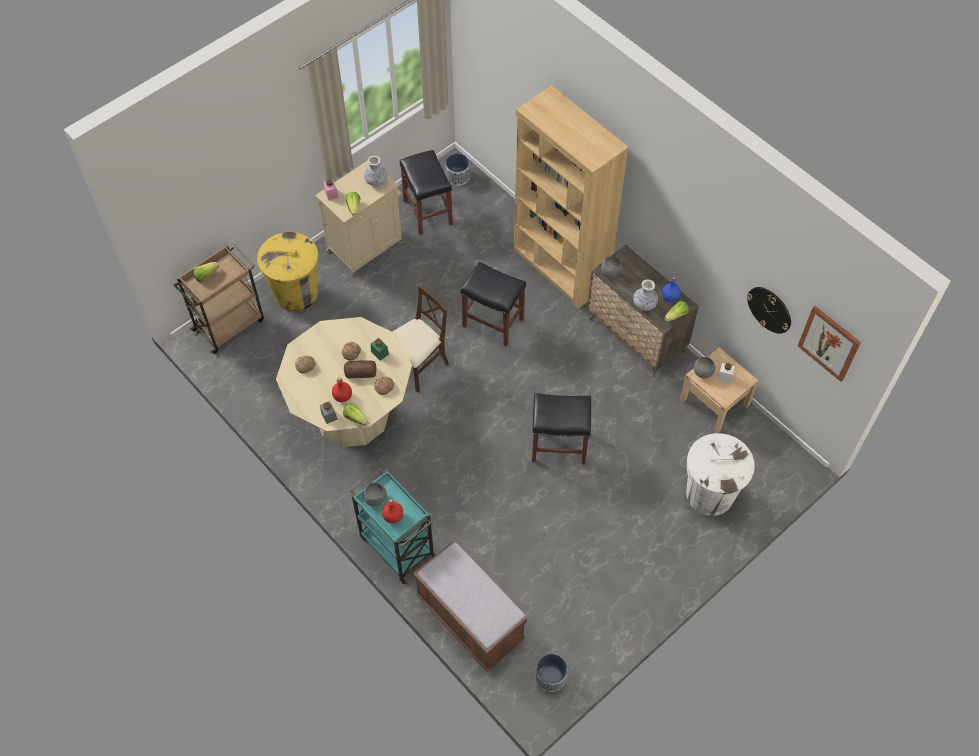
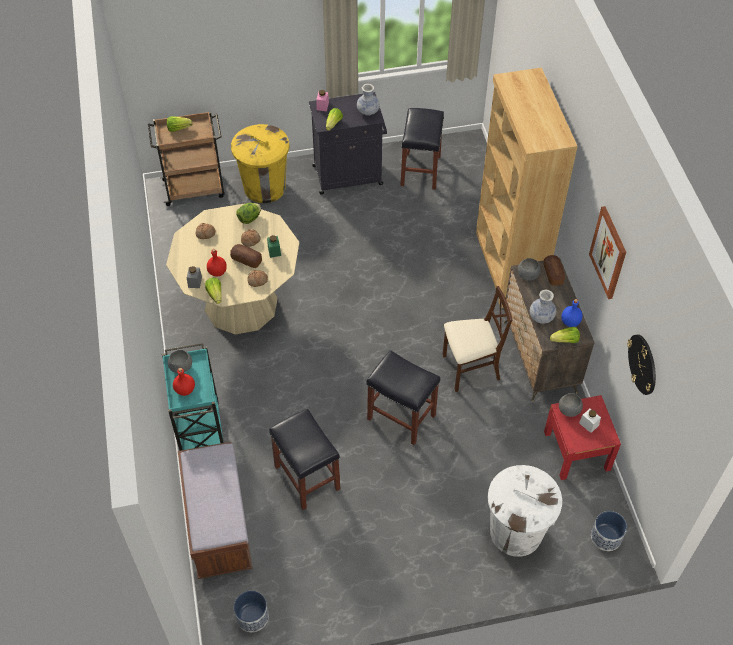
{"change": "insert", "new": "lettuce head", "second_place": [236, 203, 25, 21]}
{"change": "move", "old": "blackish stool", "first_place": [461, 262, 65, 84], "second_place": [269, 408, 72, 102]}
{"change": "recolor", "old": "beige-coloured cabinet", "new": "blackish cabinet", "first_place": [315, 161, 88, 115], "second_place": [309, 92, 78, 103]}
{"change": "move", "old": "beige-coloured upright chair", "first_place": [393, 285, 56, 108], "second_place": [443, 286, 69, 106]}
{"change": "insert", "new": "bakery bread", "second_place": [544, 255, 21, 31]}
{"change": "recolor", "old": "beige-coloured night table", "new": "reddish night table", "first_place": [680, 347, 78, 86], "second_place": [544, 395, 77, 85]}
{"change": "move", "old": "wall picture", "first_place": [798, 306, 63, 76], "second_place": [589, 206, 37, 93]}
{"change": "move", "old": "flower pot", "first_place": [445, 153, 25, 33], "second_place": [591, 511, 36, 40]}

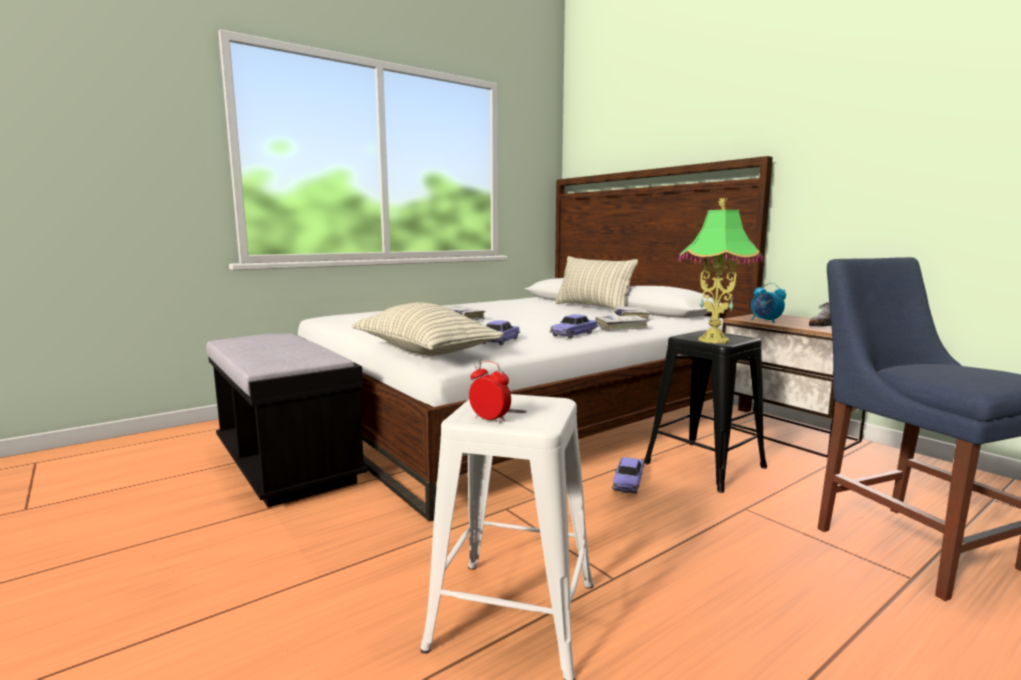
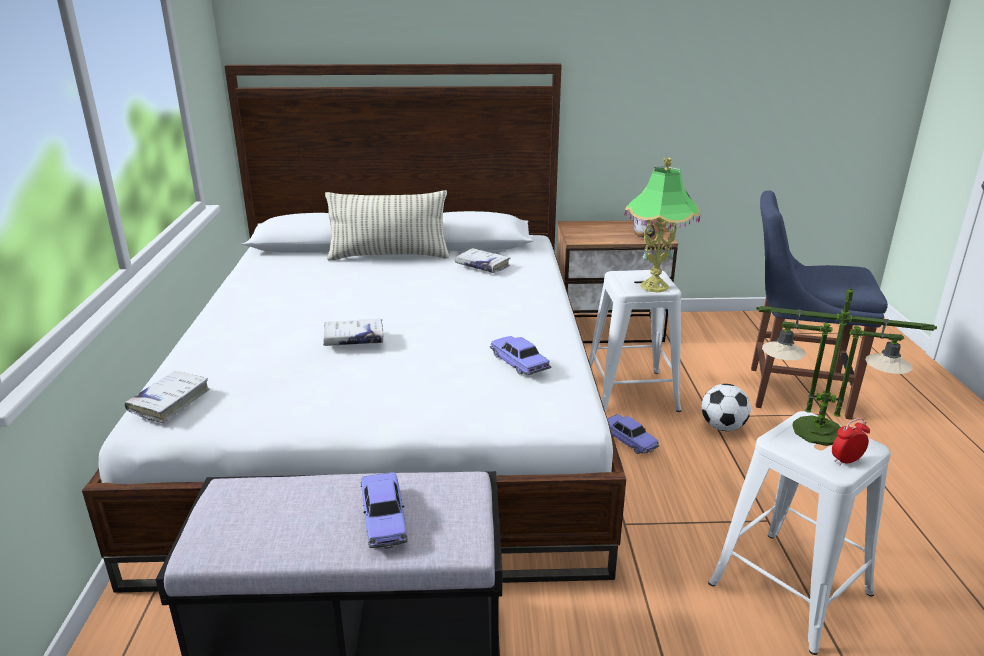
{"change": "move", "old": "whitish bound book", "first_place": [595, 315, 53, 16], "second_place": [125, 371, 85, 52]}
{"change": "move", "old": "toy car", "first_place": [549, 314, 50, 24], "second_place": [361, 472, 47, 77]}
{"change": "recolor", "old": "blackish stool", "new": "whitish stool", "first_place": [644, 331, 123, 162], "second_place": [589, 270, 92, 143]}
{"change": "insert", "new": "ball for football", "second_place": [701, 384, 50, 47]}
{"change": "insert", "new": "table lamp", "second_place": [756, 288, 181, 158]}
{"change": "delete", "old": "throw pillow", "first_place": [352, 302, 151, 54]}
{"change": "delete", "old": "bedside clock", "first_place": [751, 283, 35, 40]}

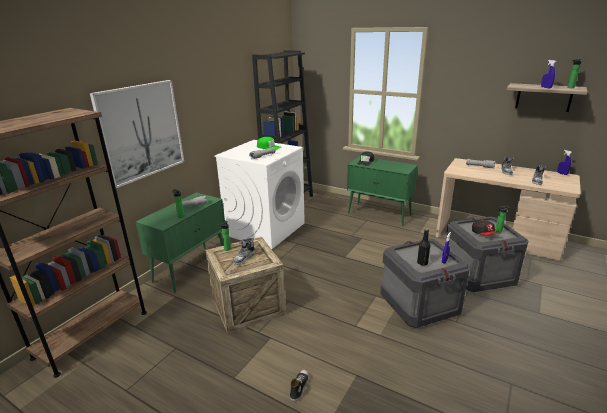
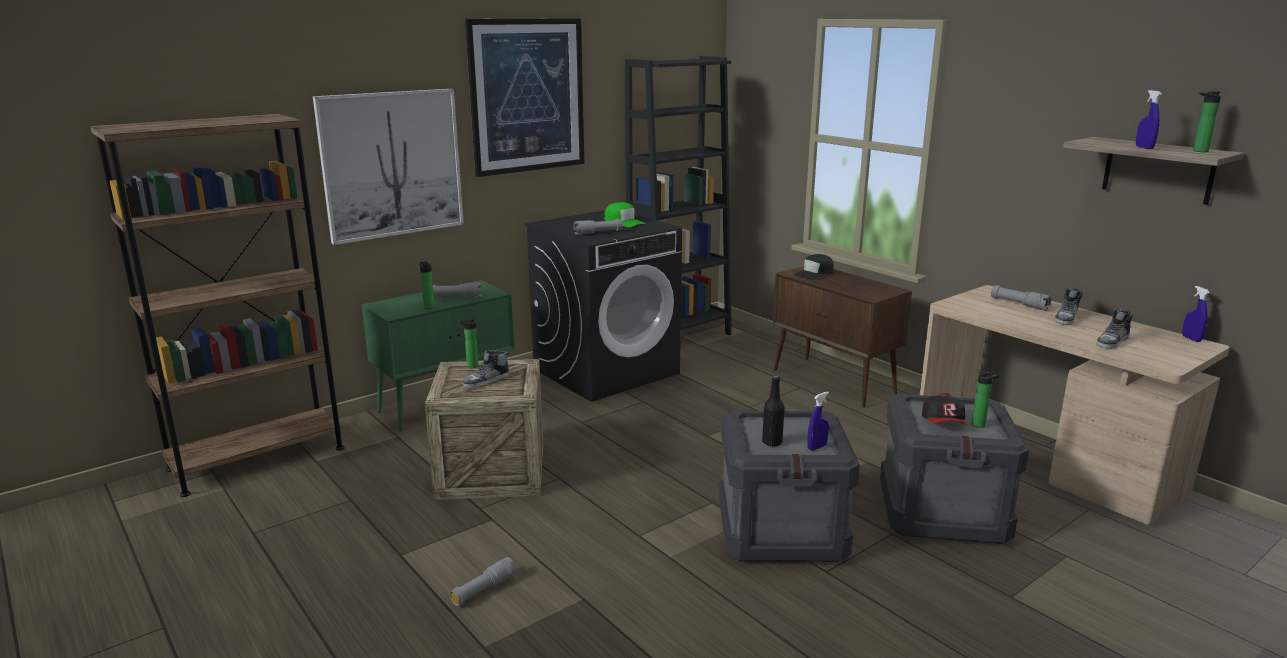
{"change": "replace", "old": "shoe", "new": "grey torch", "first_place": [290, 370, 19, 31], "second_place": [450, 557, 66, 49]}
{"change": "insert", "new": "wall picture", "second_place": [465, 18, 119, 159]}
{"change": "recolor", "old": "whitish washing machine", "new": "blackish washing machine", "first_place": [214, 140, 91, 109], "second_place": [525, 210, 157, 192]}
{"change": "recolor", "old": "green cabinet", "new": "brown cabinet", "first_place": [347, 156, 71, 70], "second_place": [773, 266, 139, 142]}

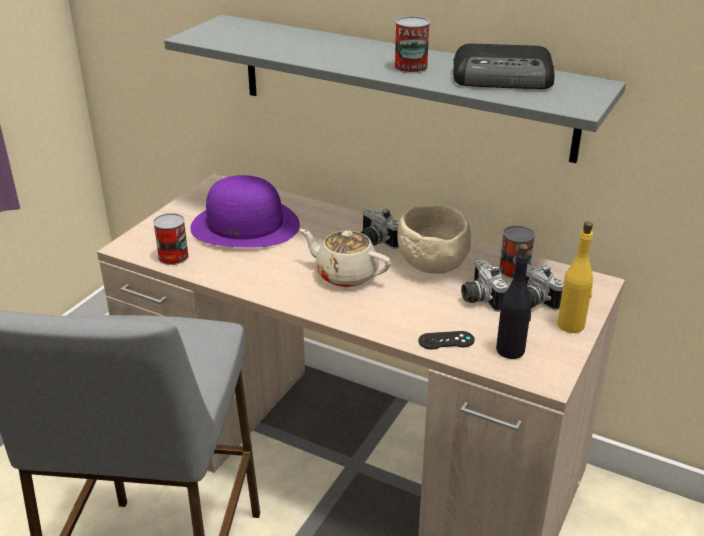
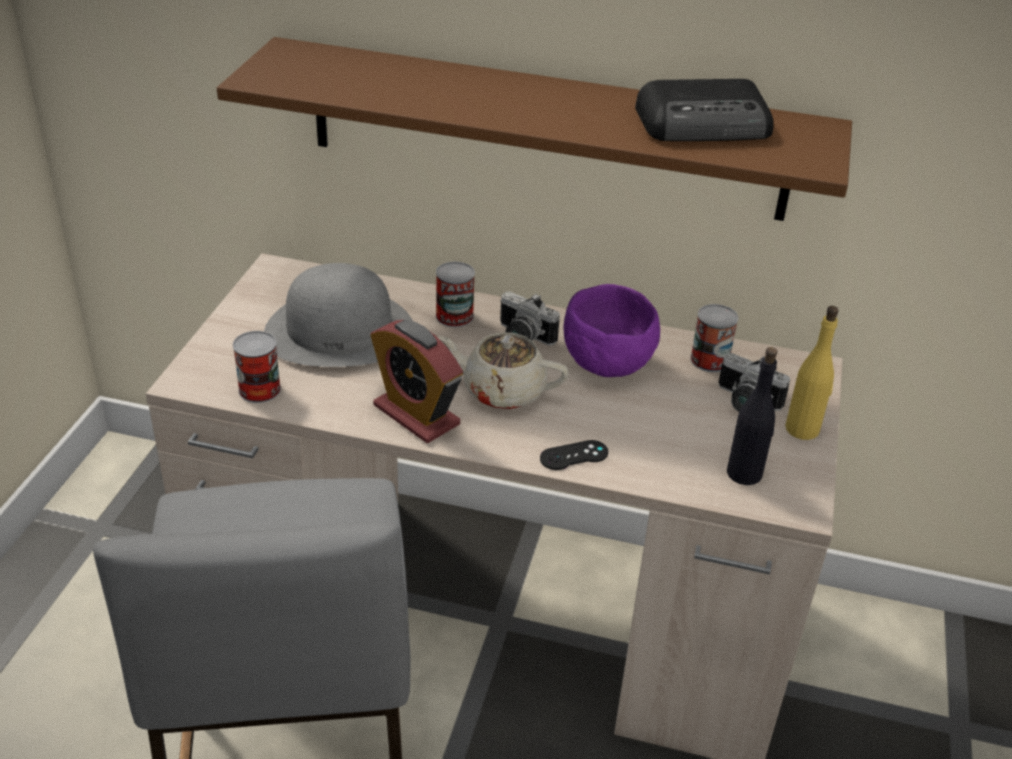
{"change": "recolor", "old": "grey shelf", "new": "brown shelf", "first_place": [164, 15, 462, 148], "second_place": [217, 37, 635, 184]}
{"change": "recolor", "old": "purple-coloured clothing hat", "new": "grey clothing hat", "first_place": [190, 175, 110, 73], "second_place": [264, 263, 149, 104]}
{"change": "insert", "new": "bedside clock", "second_place": [370, 320, 93, 123]}
{"change": "move", "old": "can", "first_place": [394, 16, 36, 57], "second_place": [436, 262, 39, 65]}
{"change": "move", "old": "blackish gamepad", "first_place": [418, 331, 57, 18], "second_place": [540, 440, 68, 30]}
{"change": "recolor", "old": "beige-coloured bowl", "new": "purple-coloured bowl", "first_place": [397, 204, 74, 70], "second_place": [563, 284, 97, 93]}
{"change": "delete", "old": "still camera", "first_place": [461, 259, 47, 53]}

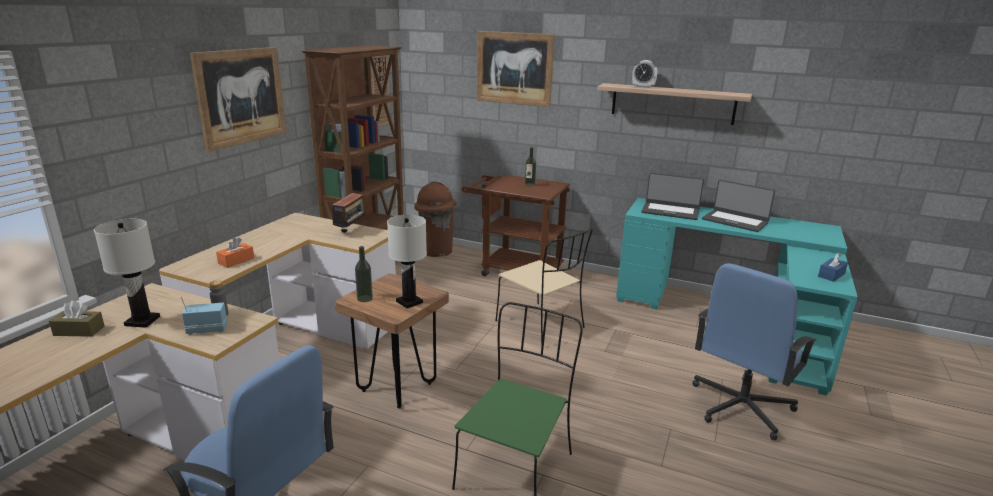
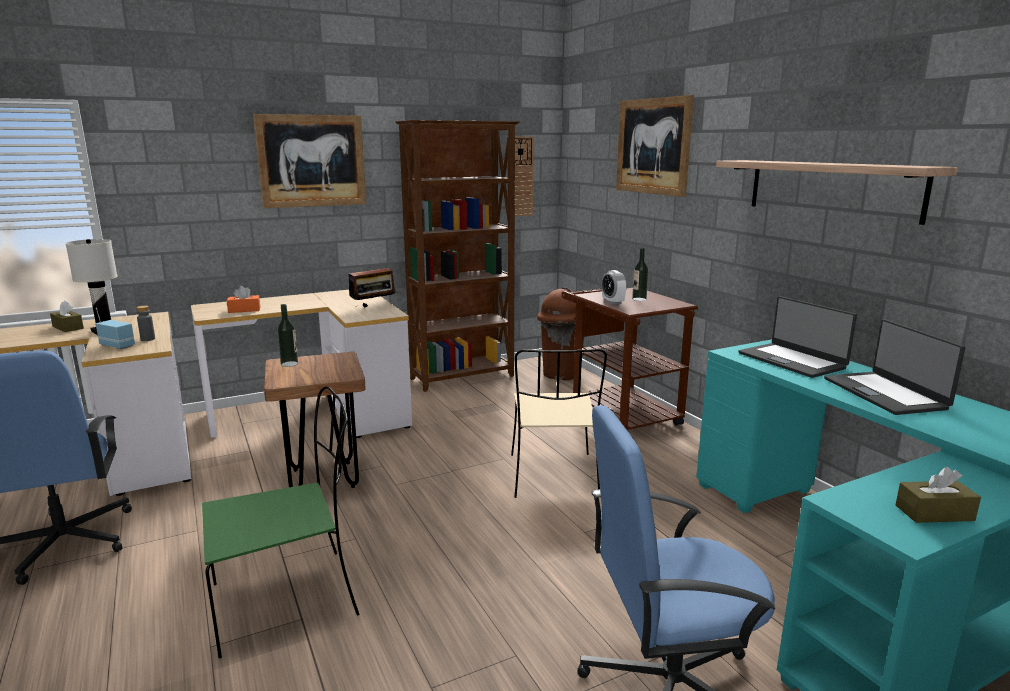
{"change": "move", "old": "bedside clock", "first_place": [632, 60, 25, 28], "second_place": [601, 270, 26, 35]}
{"change": "recolor", "old": "blue-coloured box of tissues", "new": "brown box of tissues", "first_place": [818, 253, 30, 29], "second_place": [896, 467, 85, 56]}
{"change": "delete", "old": "whitish table lamp", "first_place": [387, 215, 40, 93]}

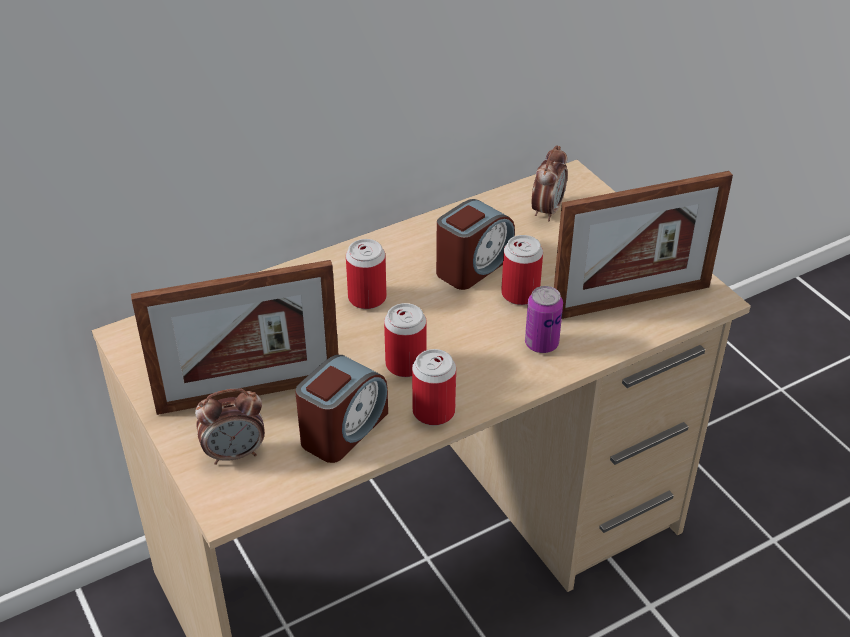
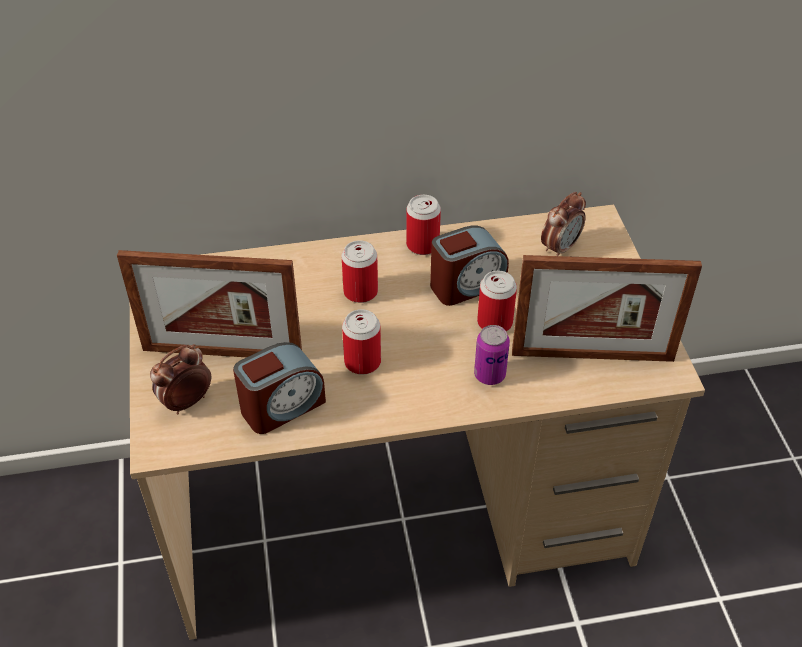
{"change": "rotate", "old": "bedside clock", "first_place": [195, 388, 70, 77], "second_place": [150, 344, 61, 70], "degrees": 135}
{"change": "move", "old": "can", "first_place": [412, 349, 44, 77], "second_place": [406, 195, 35, 60]}

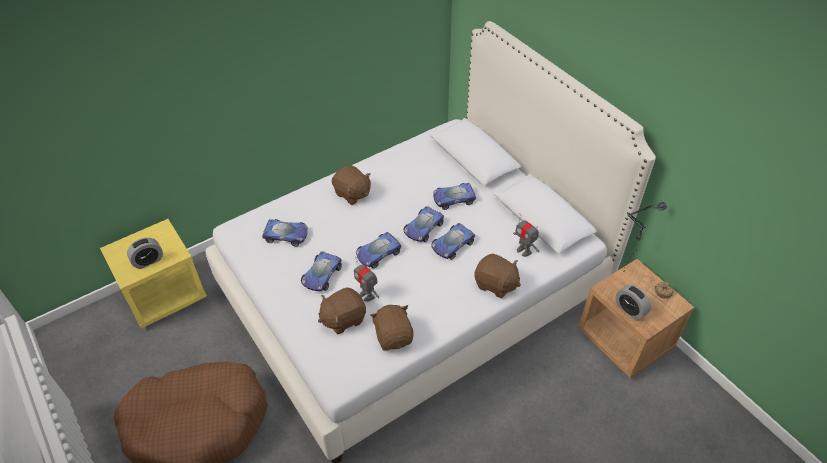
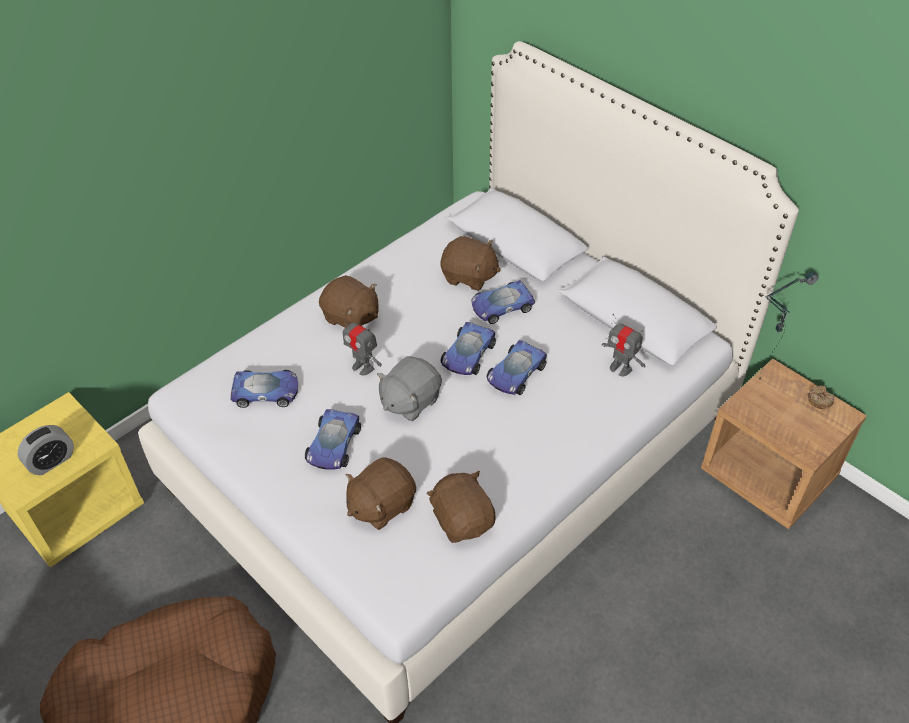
{"change": "move", "old": "toy robot", "first_place": [354, 260, 25, 42], "second_place": [343, 313, 39, 62]}
{"change": "replace", "old": "toy car", "new": "grey plush toy", "first_place": [356, 232, 46, 36], "second_place": [377, 356, 65, 65]}
{"change": "move", "old": "brown plush toy", "first_place": [474, 254, 47, 44], "second_place": [440, 236, 61, 55]}
{"change": "delete", "old": "bedside clock", "first_place": [615, 285, 36, 35]}

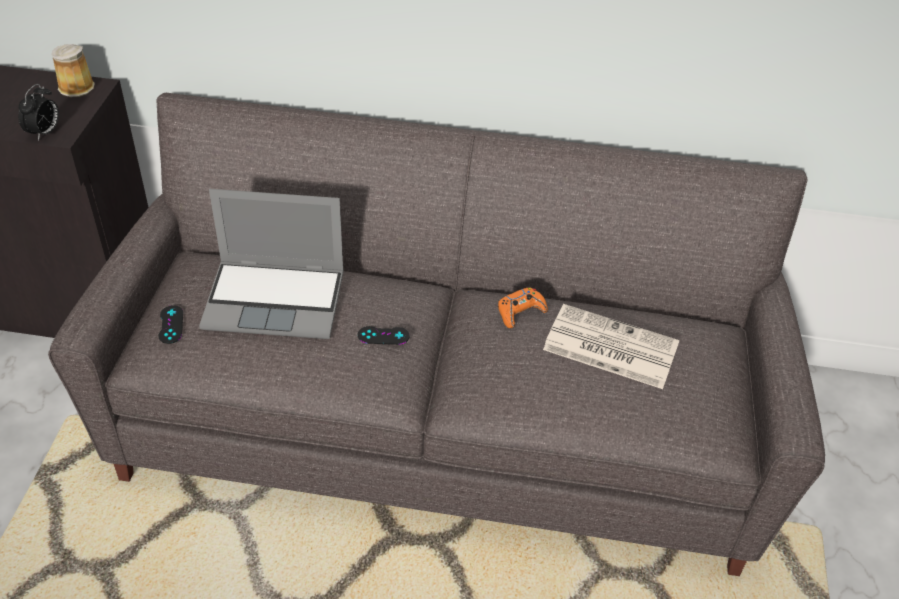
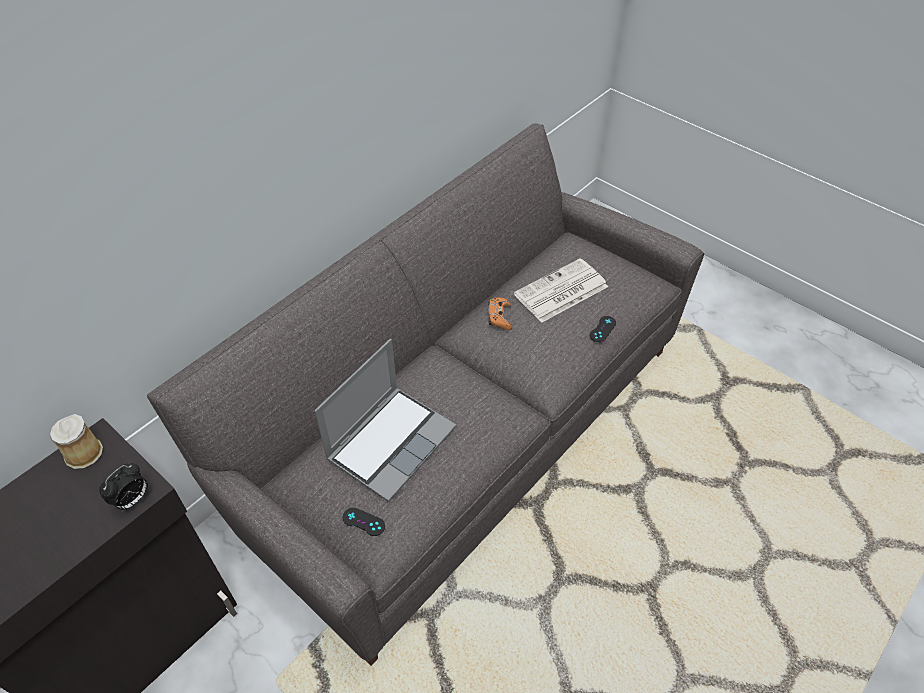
{"change": "rotate", "old": "bedside clock", "first_place": [18, 84, 41, 57], "second_place": [99, 463, 49, 48], "degrees": 75}
{"change": "move", "old": "blackish gamepad", "first_place": [358, 326, 52, 19], "second_place": [590, 316, 26, 26]}

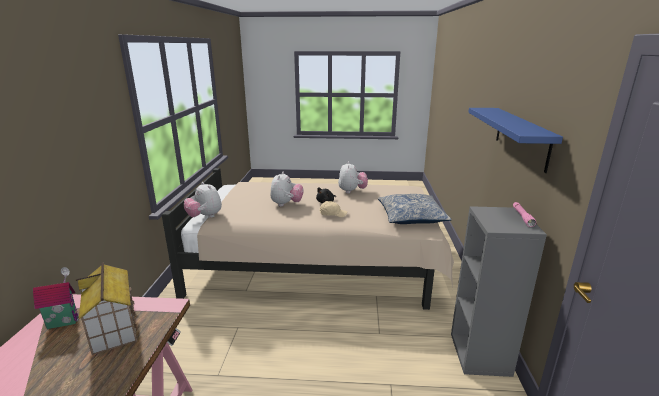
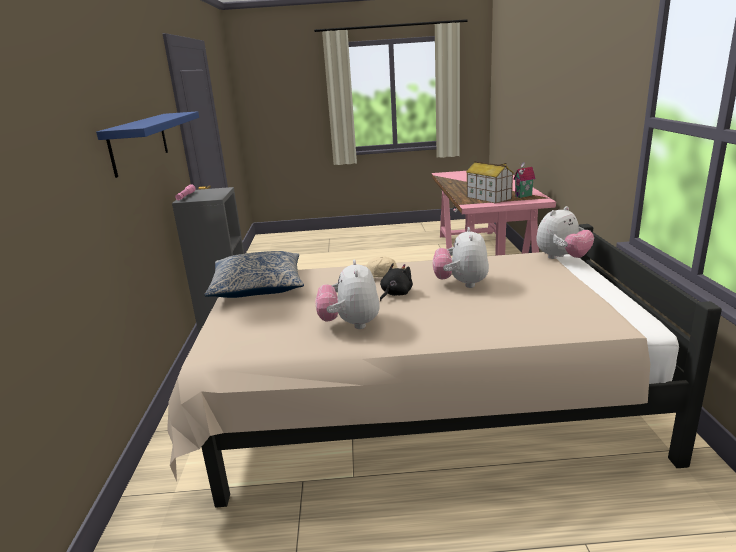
{"change": "rotate", "old": "plush toy", "first_place": [184, 182, 38, 36], "second_place": [536, 206, 58, 53], "degrees": 105}

